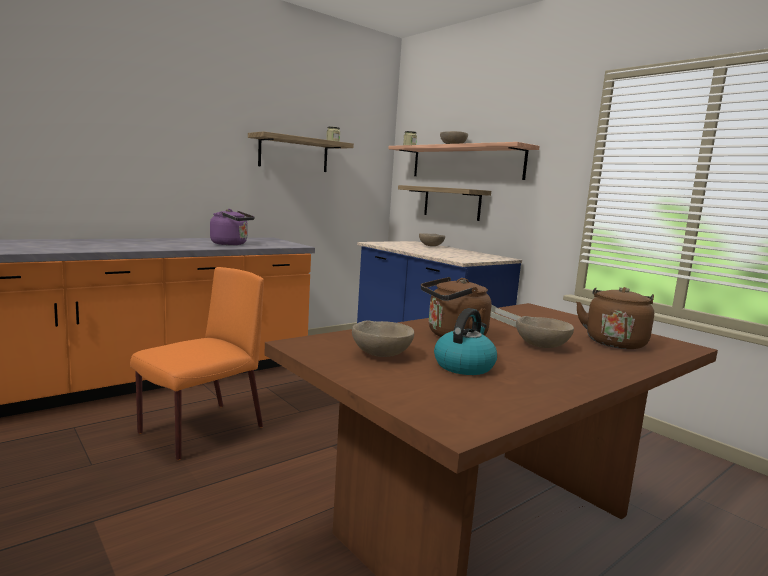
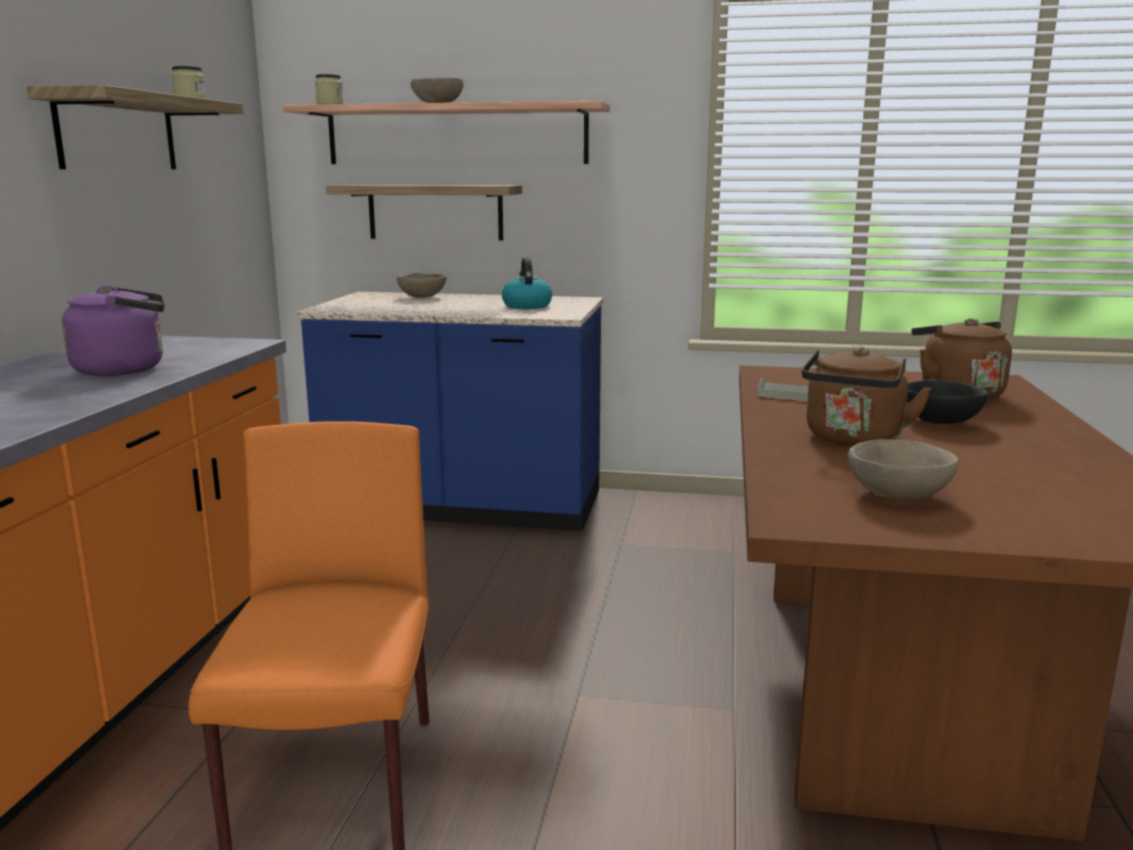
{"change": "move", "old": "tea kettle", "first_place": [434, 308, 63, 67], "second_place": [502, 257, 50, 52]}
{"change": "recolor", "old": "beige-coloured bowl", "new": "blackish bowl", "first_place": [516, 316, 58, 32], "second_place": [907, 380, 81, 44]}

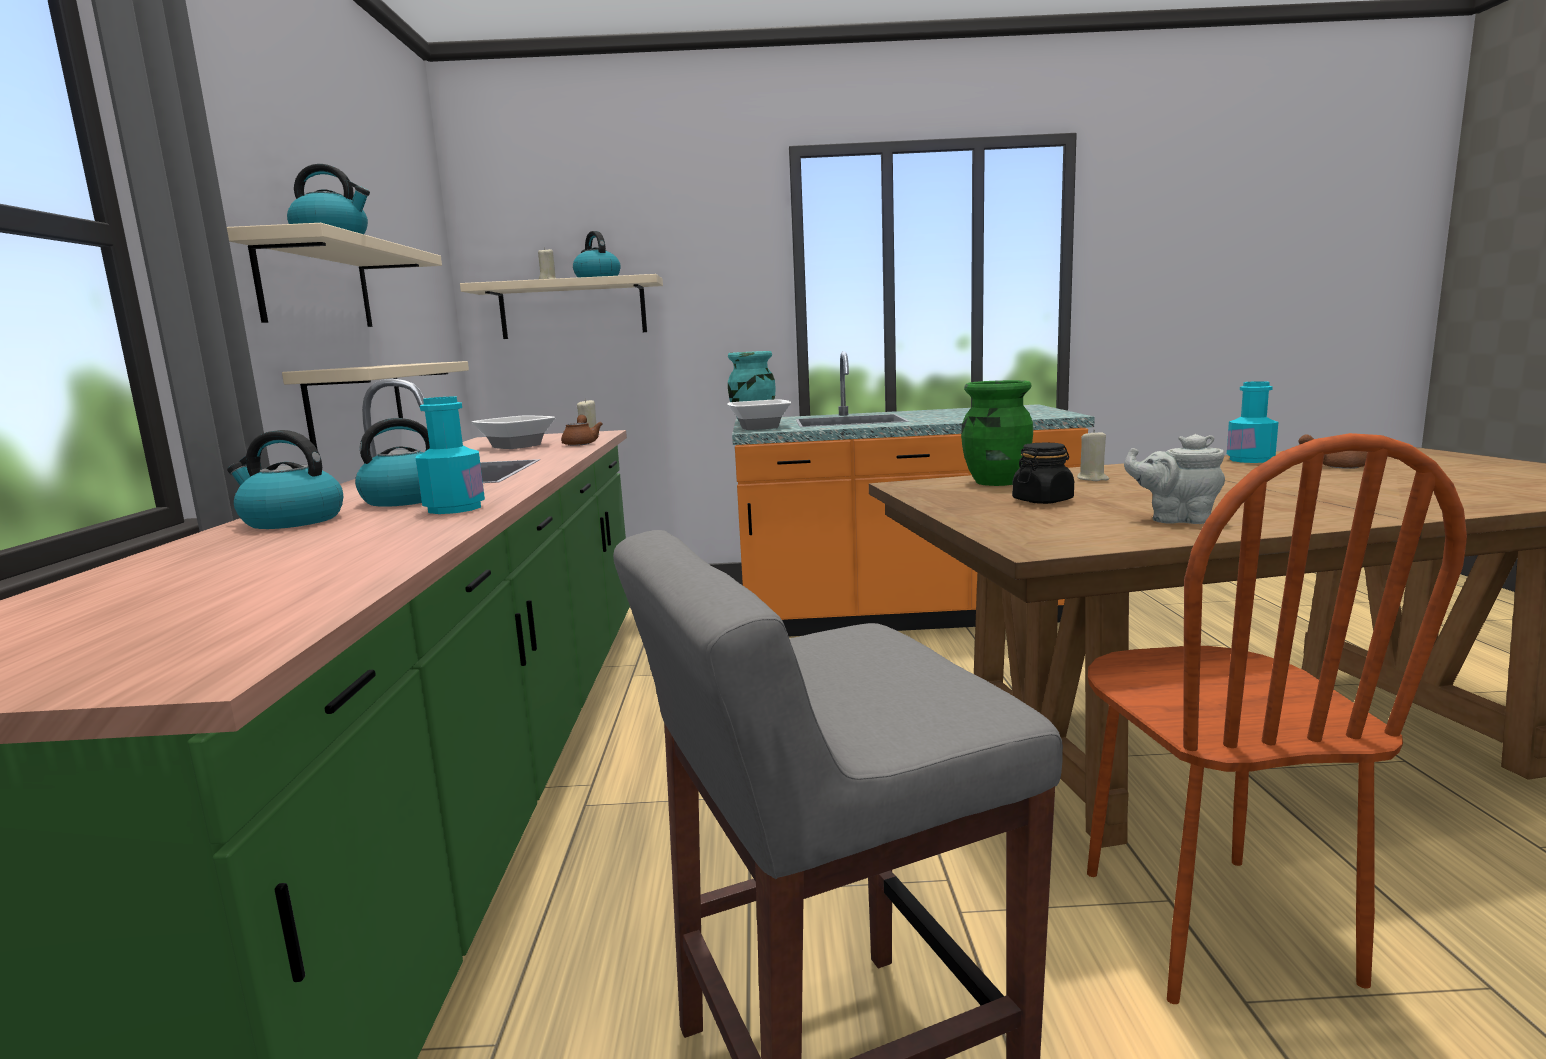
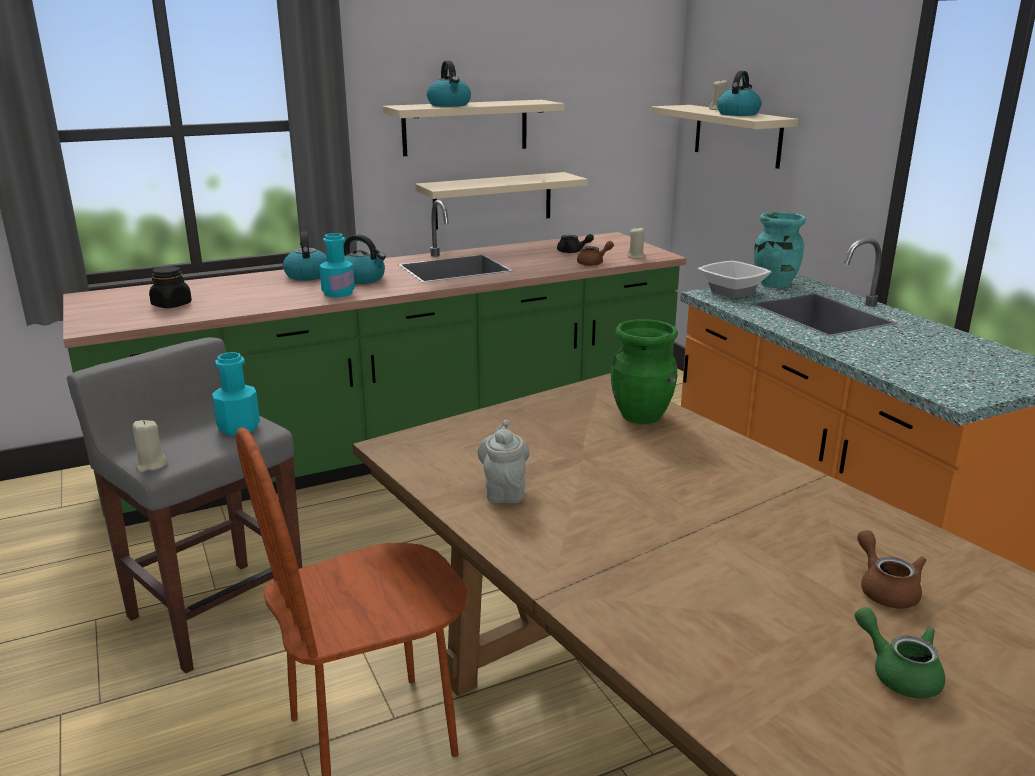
{"change": "move", "old": "beige-coloured wax light", "first_place": [1077, 429, 32, 52], "second_place": [133, 420, 35, 52]}
{"change": "move", "old": "blackish preserve jar", "first_place": [1012, 443, 62, 61], "second_place": [149, 266, 43, 42]}
{"change": "move", "old": "turquoise-coloured drink bottle", "first_place": [1227, 381, 51, 82], "second_place": [212, 352, 48, 83]}
{"change": "replace", "old": "bowl", "new": "blackish pot for tea", "first_place": [472, 416, 83, 33], "second_place": [557, 234, 37, 19]}
{"change": "insert", "new": "green pot for tea", "second_place": [855, 607, 90, 92]}

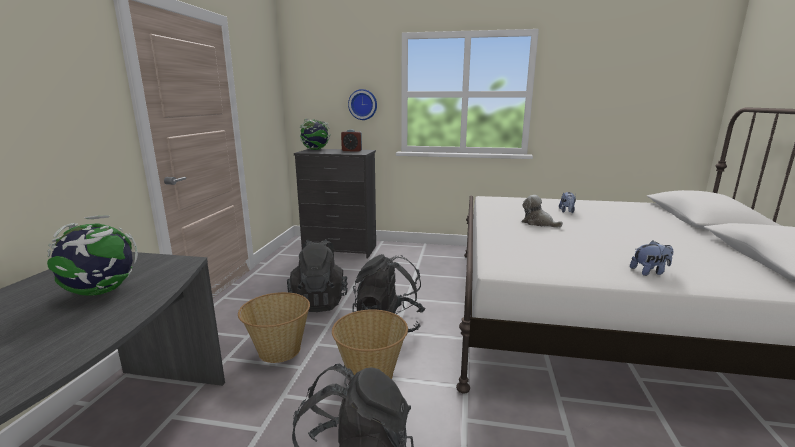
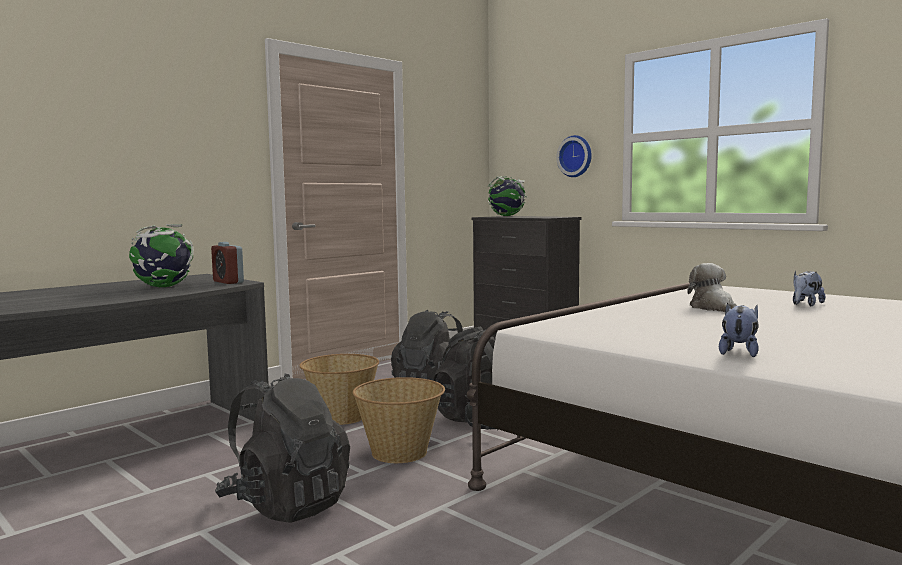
{"change": "move", "old": "bedside clock", "first_place": [341, 129, 21, 23], "second_place": [211, 242, 33, 42]}
{"change": "rotate", "old": "plush toy", "first_place": [630, 241, 43, 35], "second_place": [719, 302, 40, 55], "degrees": -90}

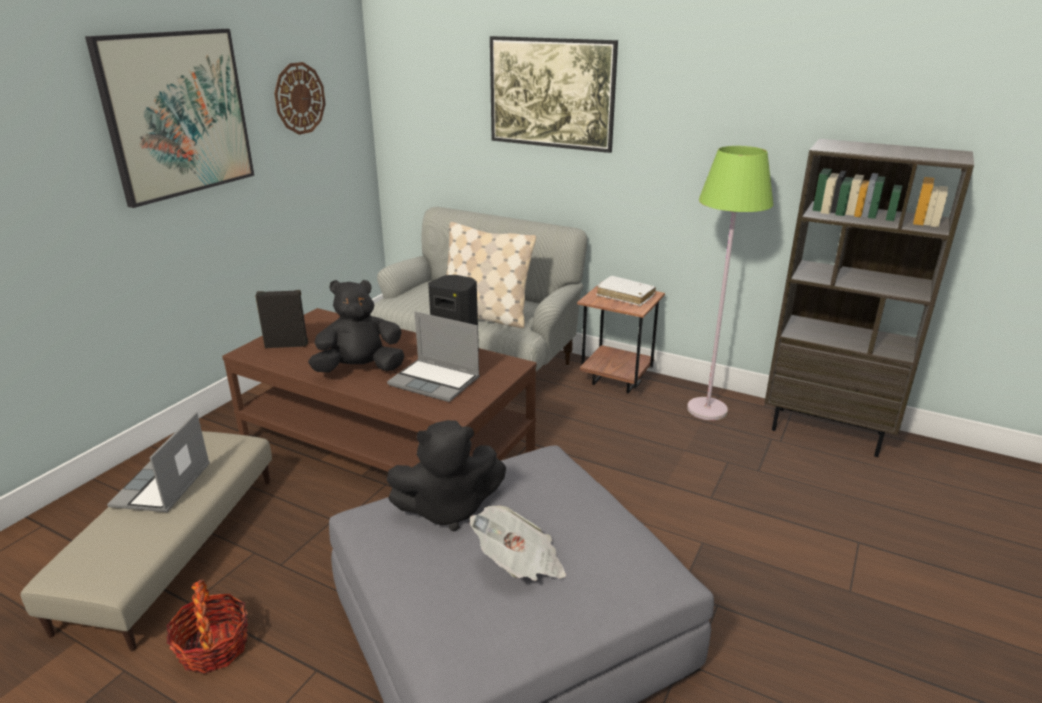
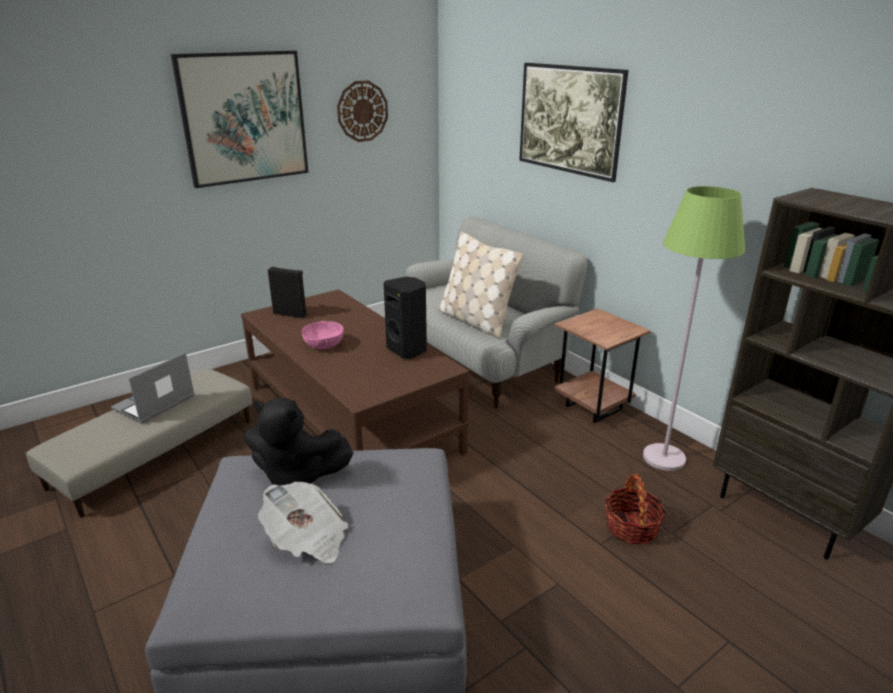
{"change": "replace", "old": "blackish plush toy", "new": "pink-coloured bowl", "first_place": [308, 280, 97, 93], "second_place": [302, 321, 42, 28]}
{"change": "move", "old": "household basket", "first_place": [167, 579, 81, 95], "second_place": [605, 473, 62, 71]}
{"change": "delete", "old": "portable computer", "first_place": [387, 312, 93, 90]}
{"change": "delete", "old": "whitish bound book", "first_place": [596, 276, 60, 30]}

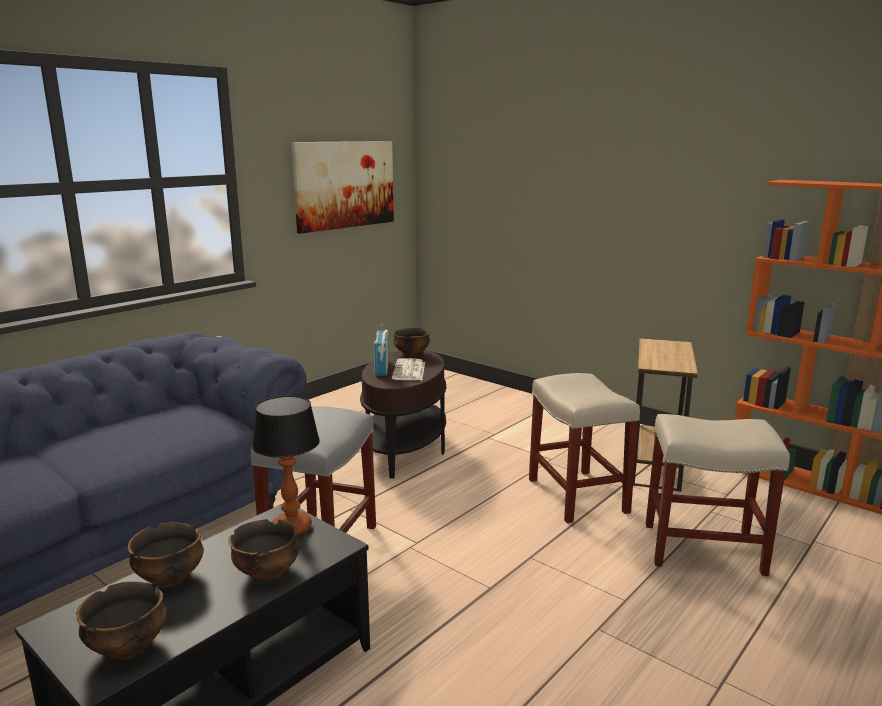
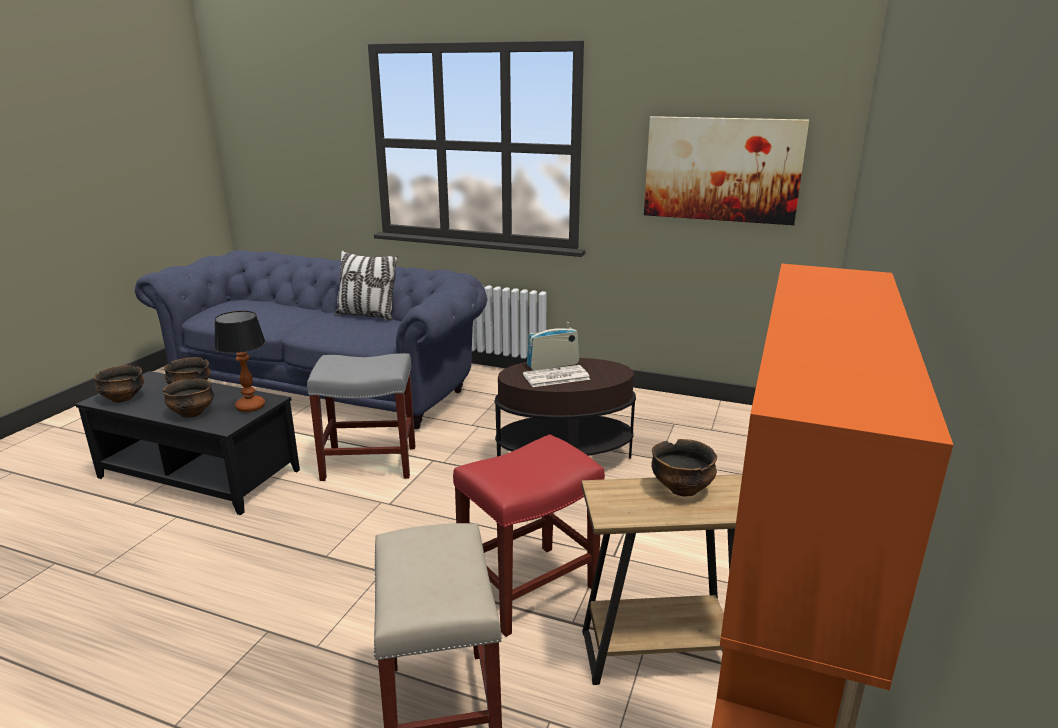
{"change": "insert", "new": "throw pillow", "second_place": [334, 251, 64, 70]}
{"change": "recolor", "old": "beige-coloured stool", "new": "reddish stool", "first_place": [529, 373, 111, 150], "second_place": [453, 434, 152, 203]}
{"change": "move", "old": "bowl", "first_place": [393, 328, 37, 28], "second_place": [651, 439, 66, 57]}

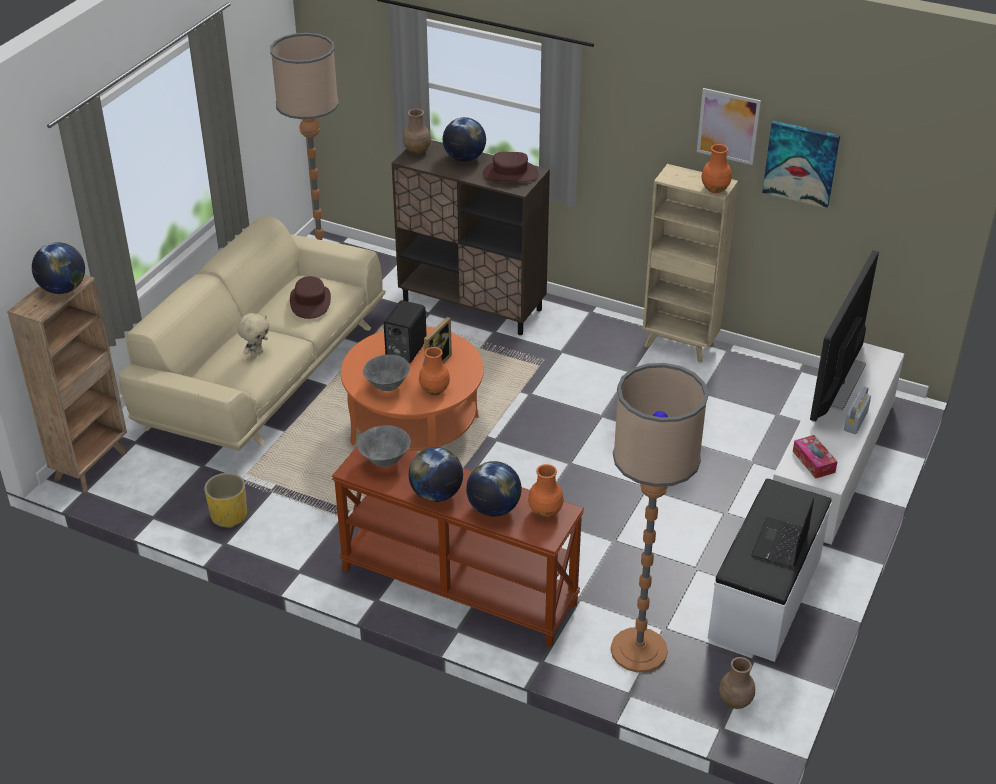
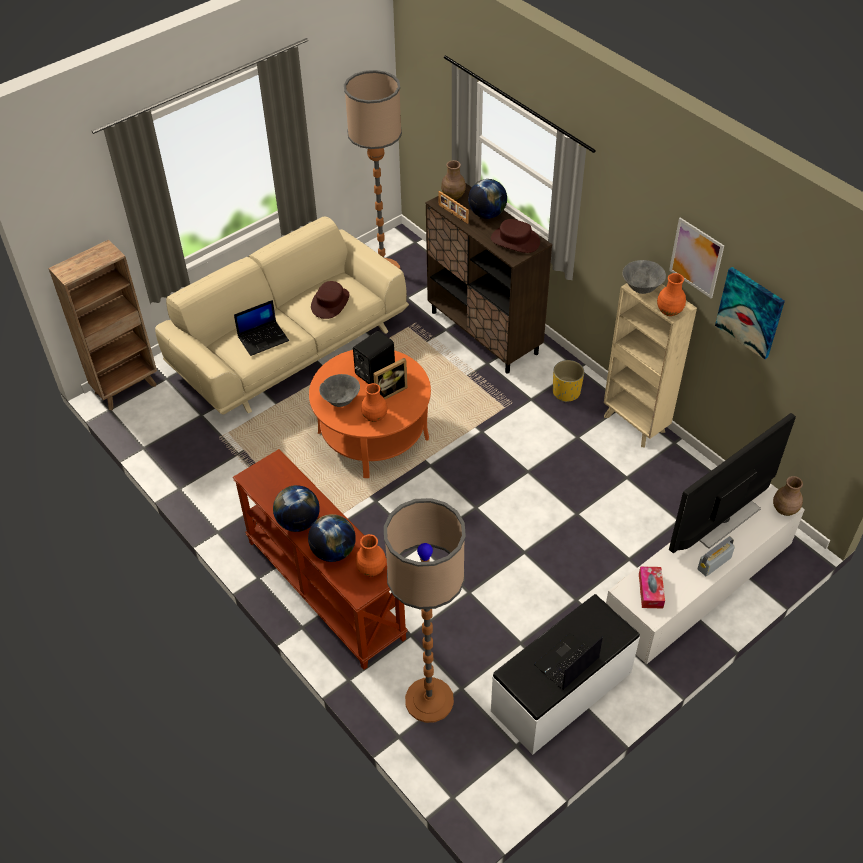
{"change": "replace", "old": "beige-coloured plush toy", "new": "portable computer", "first_place": [237, 313, 32, 45], "second_place": [234, 300, 55, 56]}
{"change": "insert", "new": "picture frame", "second_place": [439, 191, 30, 33]}
{"change": "move", "old": "yellowish flower pot", "first_place": [204, 473, 43, 55], "second_place": [553, 360, 31, 42]}
{"change": "move", "old": "grey bowl", "first_place": [357, 425, 54, 42], "second_place": [622, 260, 44, 34]}
{"change": "move", "old": "brown vase", "first_place": [719, 657, 36, 52], "second_place": [773, 476, 30, 40]}
{"change": "delete", "old": "world globe", "first_place": [32, 242, 53, 52]}

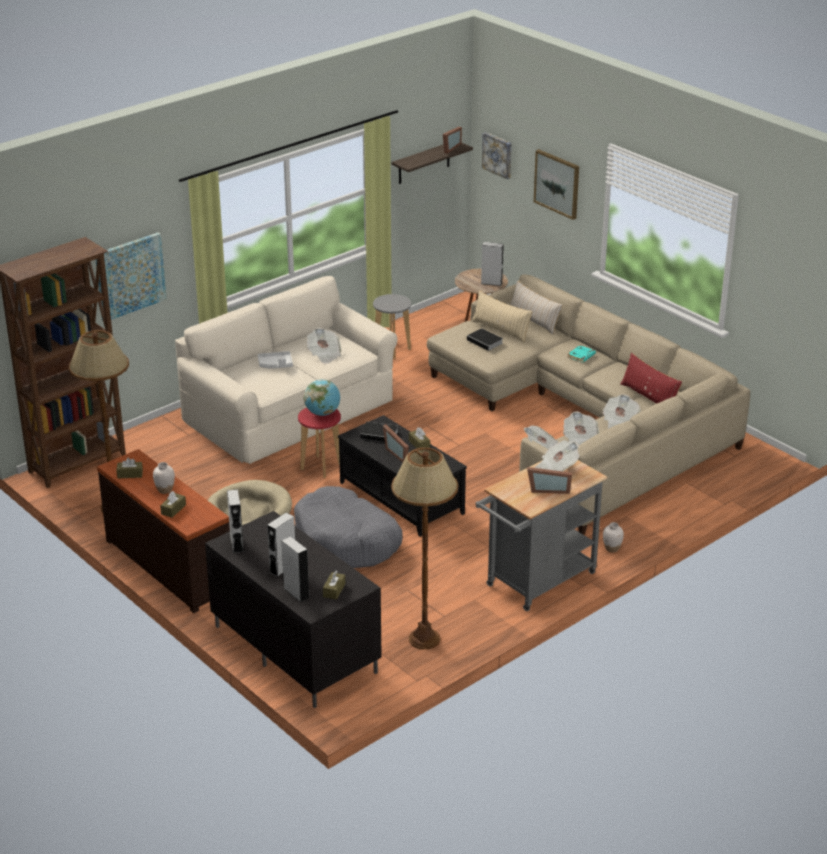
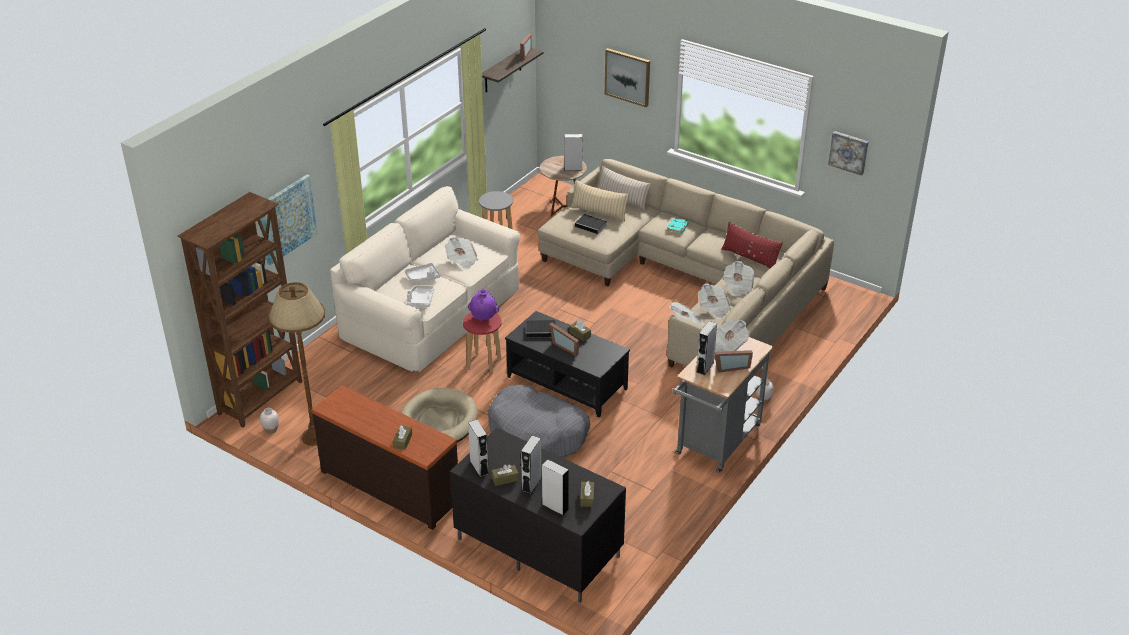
{"change": "move", "old": "whitish vase", "first_place": [153, 462, 22, 32], "second_place": [260, 408, 19, 26]}
{"change": "insert", "new": "whitish carrying tray", "second_place": [406, 285, 28, 22]}
{"change": "replace", "old": "world globe", "new": "purple-coloured vase", "first_place": [304, 379, 36, 37], "second_place": [468, 289, 31, 32]}
{"change": "move", "old": "brown box of tissues", "first_place": [116, 458, 27, 20], "second_place": [492, 464, 27, 22]}
{"change": "insert", "new": "grey loudspeaker", "second_place": [696, 321, 21, 54]}
{"change": "move", "old": "wall picture", "first_place": [482, 132, 30, 47], "second_place": [828, 131, 41, 45]}
{"change": "delete", "old": "brown floor lamp", "first_place": [391, 447, 67, 202]}

